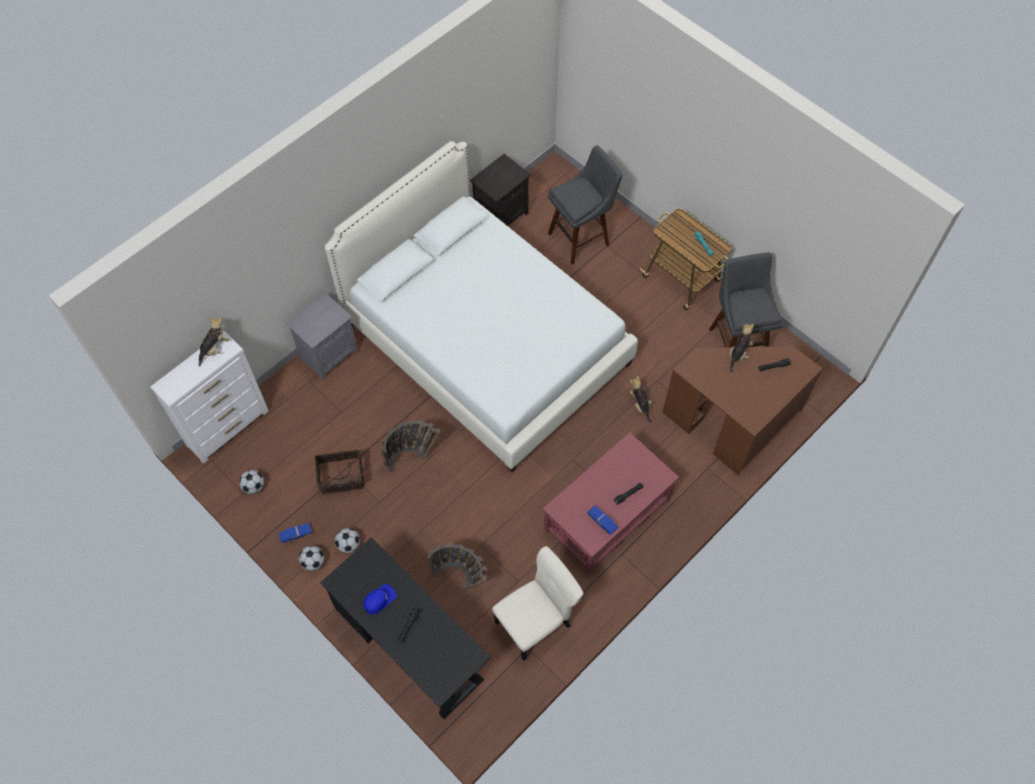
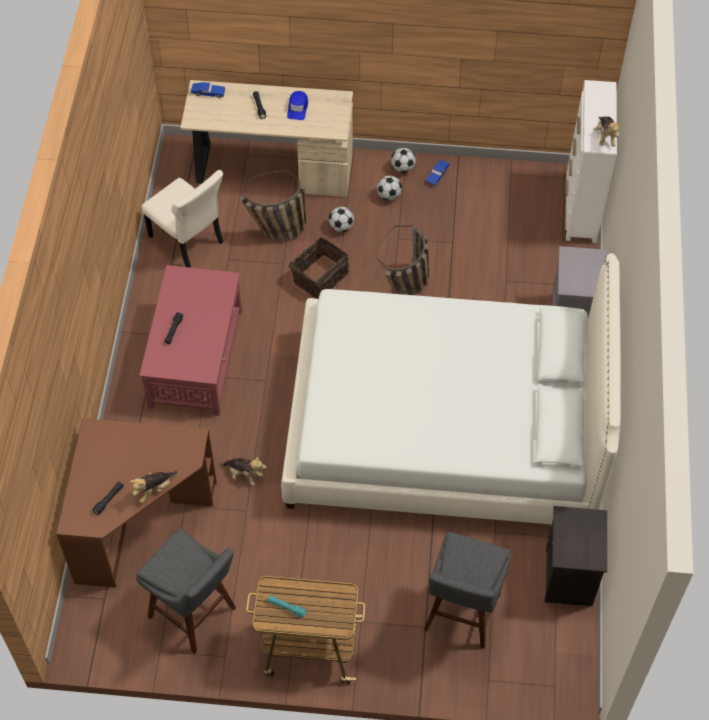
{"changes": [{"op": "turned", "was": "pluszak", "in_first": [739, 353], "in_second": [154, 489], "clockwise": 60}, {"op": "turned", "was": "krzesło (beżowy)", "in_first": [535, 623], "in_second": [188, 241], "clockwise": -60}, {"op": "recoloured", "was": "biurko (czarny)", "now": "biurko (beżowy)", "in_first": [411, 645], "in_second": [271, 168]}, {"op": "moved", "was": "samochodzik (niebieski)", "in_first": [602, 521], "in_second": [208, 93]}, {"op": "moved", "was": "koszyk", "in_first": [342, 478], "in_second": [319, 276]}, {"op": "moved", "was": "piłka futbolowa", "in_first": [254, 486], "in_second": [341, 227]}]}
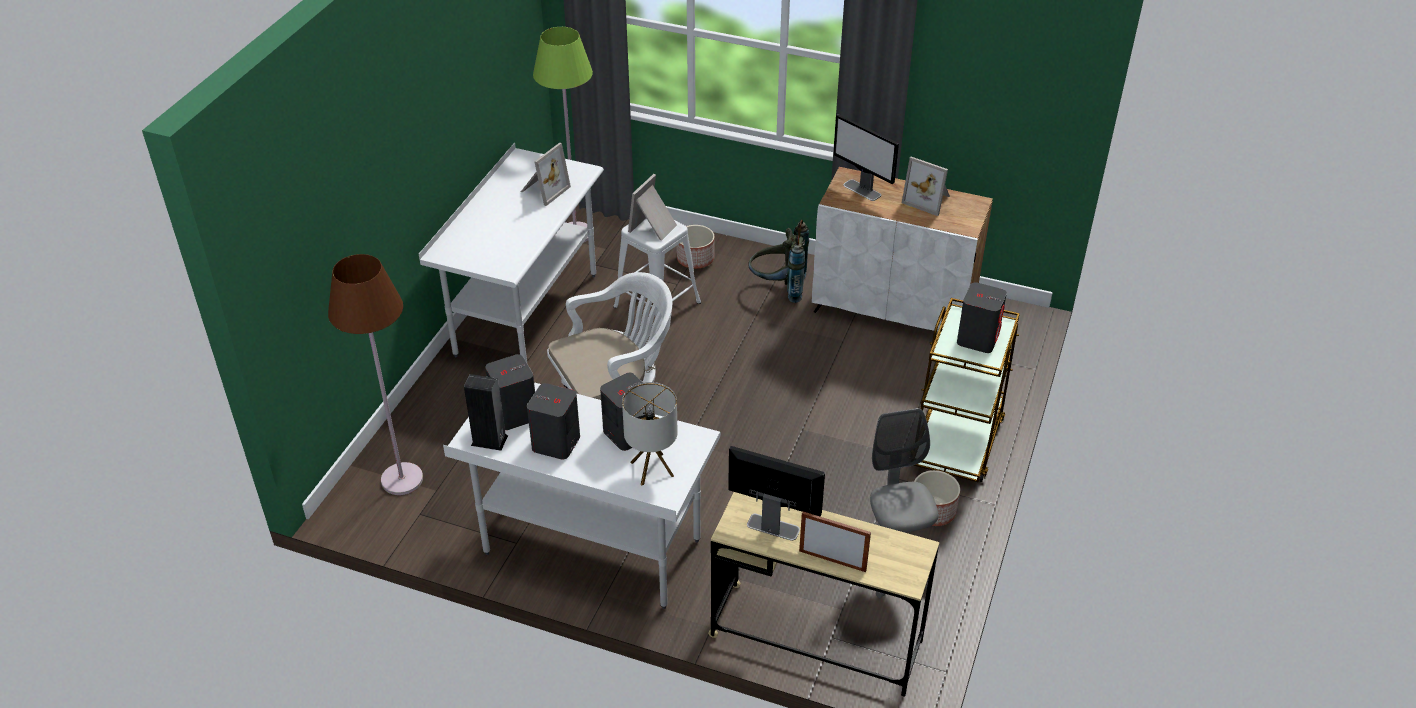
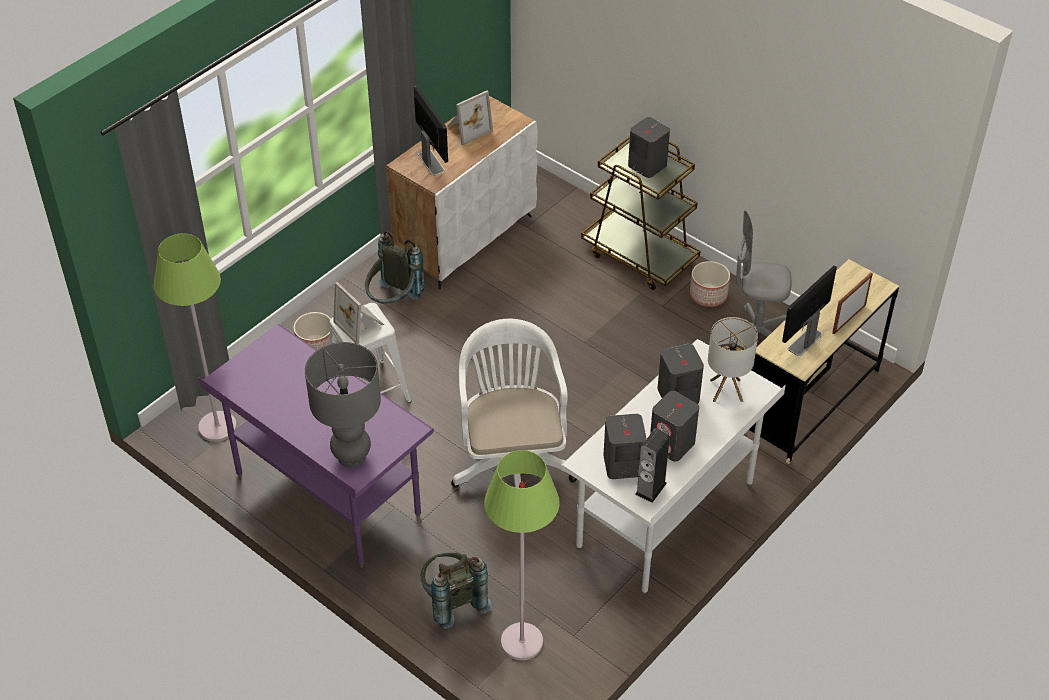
{"changes": [{"op": "recoloured", "was": "biurko (biały)", "now": "biurko (fioletowy)", "in_first": [526, 315], "in_second": [327, 495]}, {"op": "added", "now": "lampa stołowa (szary)", "in_second": [351, 457]}, {"op": "turned", "was": "monitor", "in_first": [862, 190], "in_second": [431, 162], "clockwise": -90}, {"op": "added", "now": "plecak (szary)", "in_second": [452, 601]}, {"op": "recoloured", "was": "lampa stojąca (brązowy)", "now": "lampa stojąca (zielony)", "in_first": [402, 479], "in_second": [521, 641]}, {"op": "removed", "was": "ramka na zdjęcie", "in_first": [543, 190]}]}
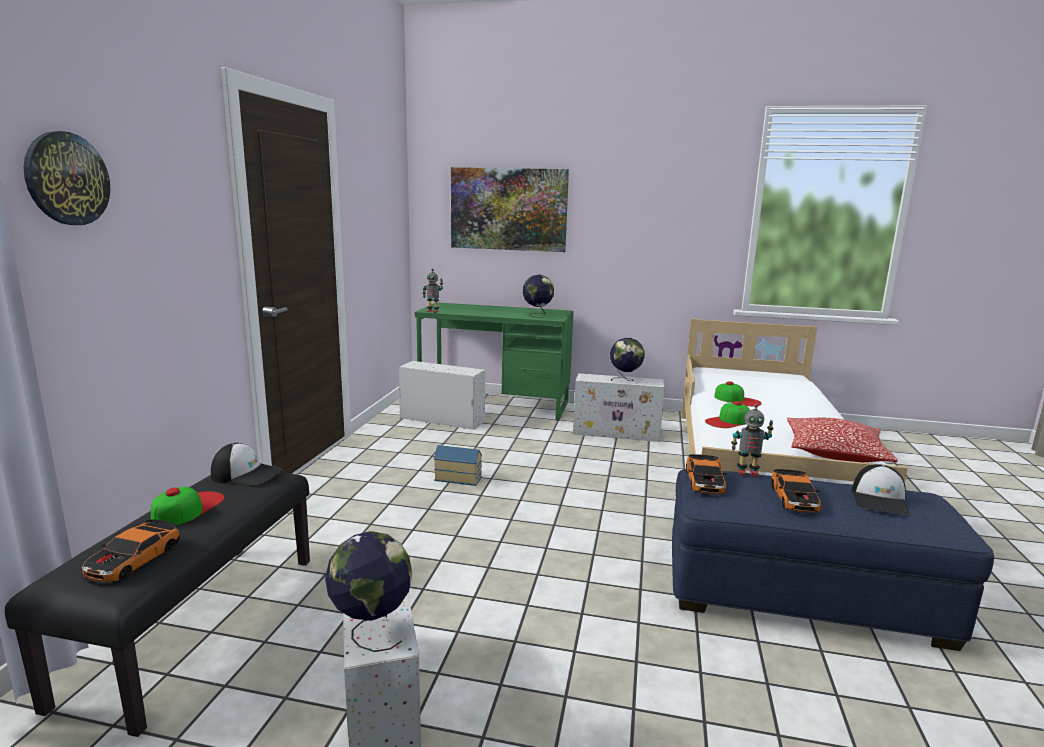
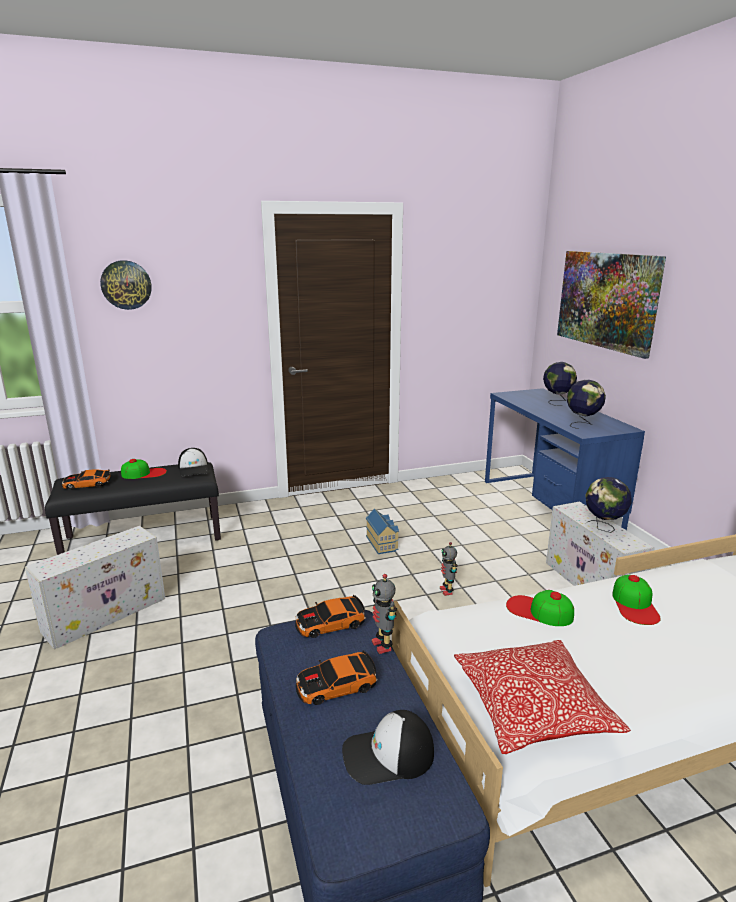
{"changes": [{"op": "moved", "was": "robot zabawkowy", "in_first": [432, 311], "in_second": [447, 591]}, {"op": "recoloured", "was": "biurko (zielony)", "now": "biurko (niebieski)", "in_first": [495, 404], "in_second": [548, 506]}, {"op": "moved", "was": "globus", "in_first": [372, 630], "in_second": [557, 402]}, {"op": "removed", "was": "pojemnik do przechowywania (biały)", "in_first": [441, 419]}]}
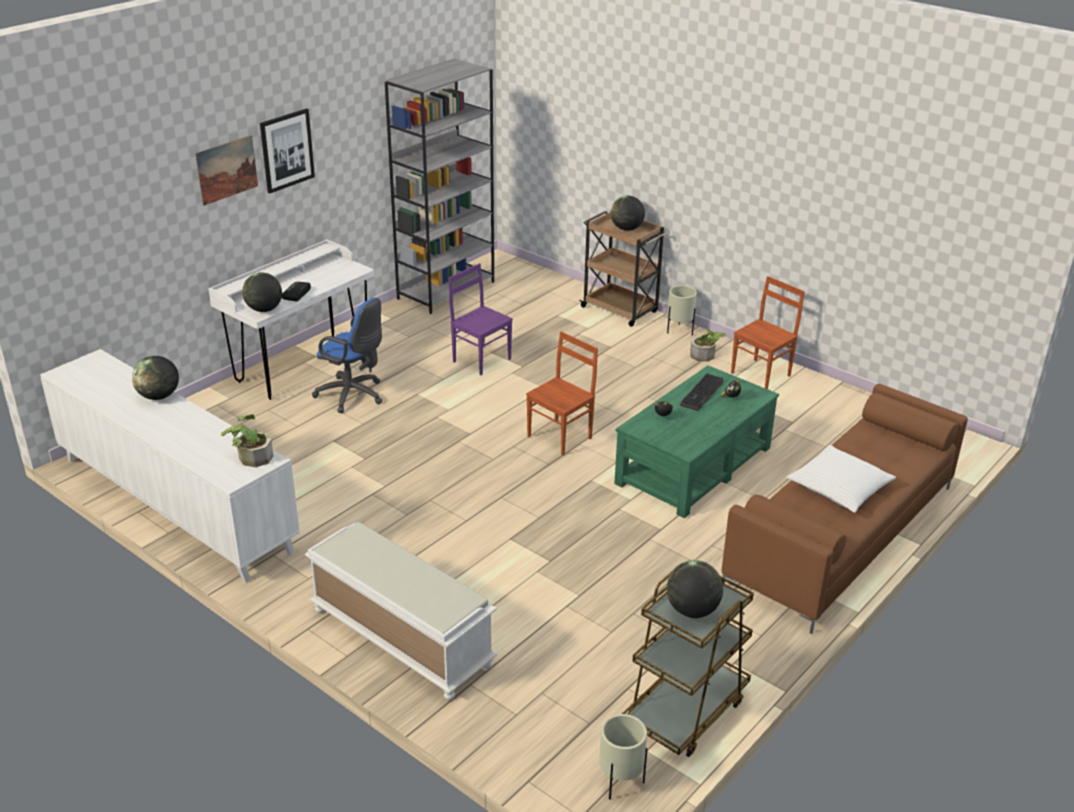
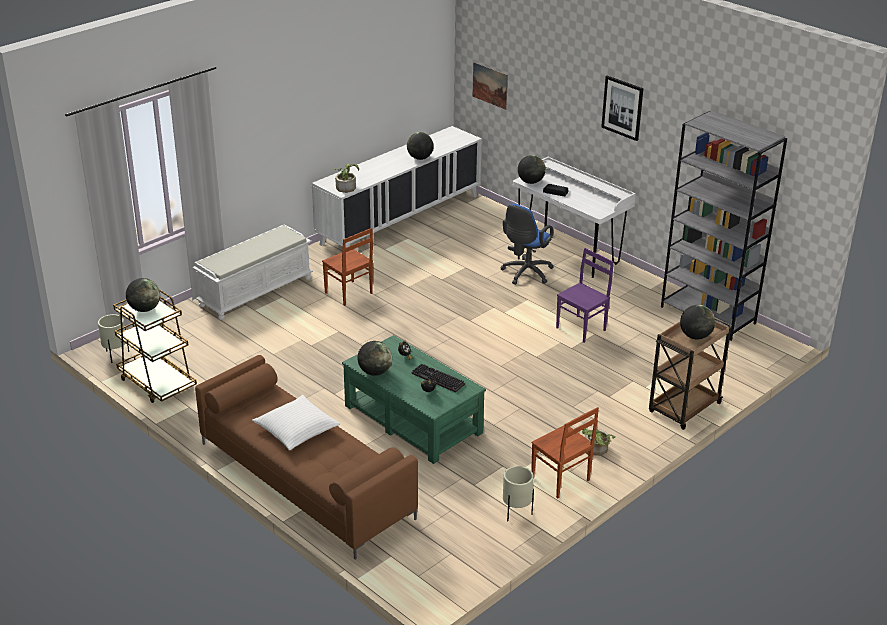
{"changes": [{"op": "moved", "was": "krzesło (brązowy)", "in_first": [561, 437], "in_second": [348, 294]}, {"op": "added", "now": "globus", "in_second": [375, 372]}, {"op": "moved", "was": "obraz", "in_first": [226, 169], "in_second": [490, 85]}, {"op": "moved", "was": "donica (beżowy)", "in_first": [679, 331], "in_second": [516, 513]}]}
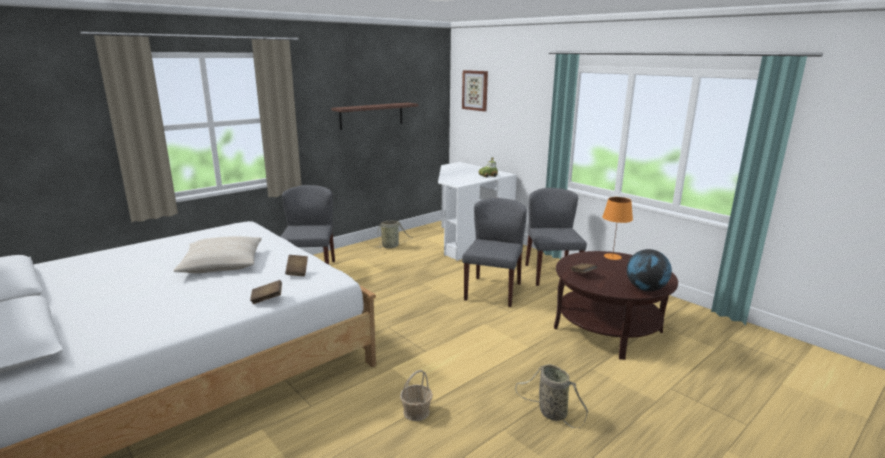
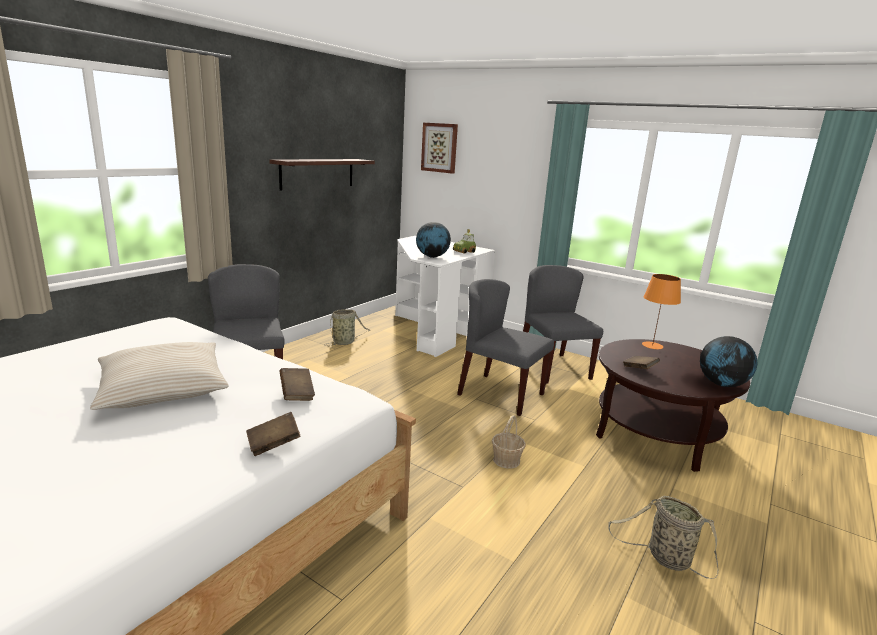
{"changes": [{"op": "added", "now": "globus", "in_second": [432, 256]}, {"op": "turned", "was": "krzesło (szary)", "in_first": [493, 291], "in_second": [500, 394], "clockwise": -60}, {"op": "moved", "was": "koszyk", "in_first": [416, 412], "in_second": [506, 460]}]}
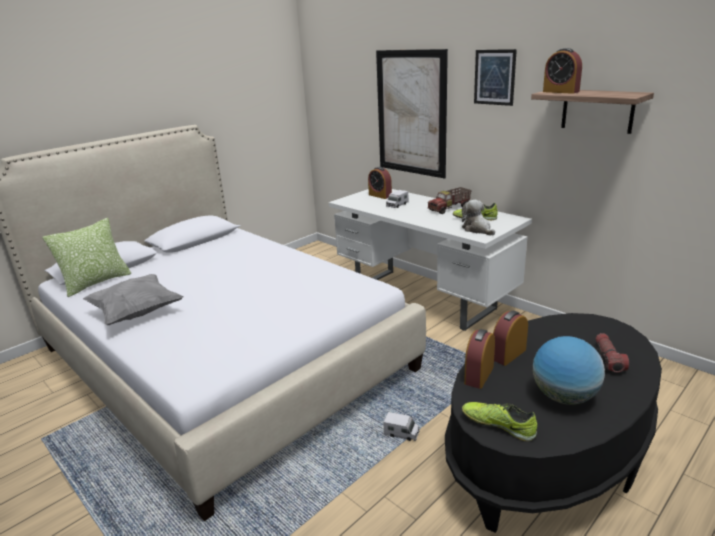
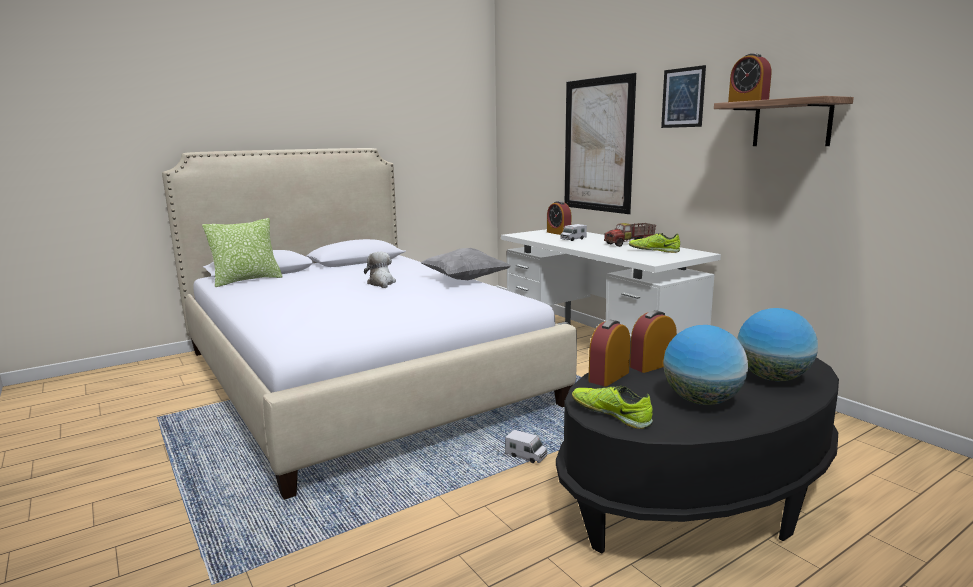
{"changes": [{"op": "moved", "was": "pluszak", "in_first": [477, 229], "in_second": [381, 283]}, {"op": "moved", "was": "poduszka (szary)", "in_first": [136, 313], "in_second": [465, 280]}, {"op": "replaced", "was": "latarka", "now": "globus", "in_first": [608, 359], "in_second": [772, 378]}]}
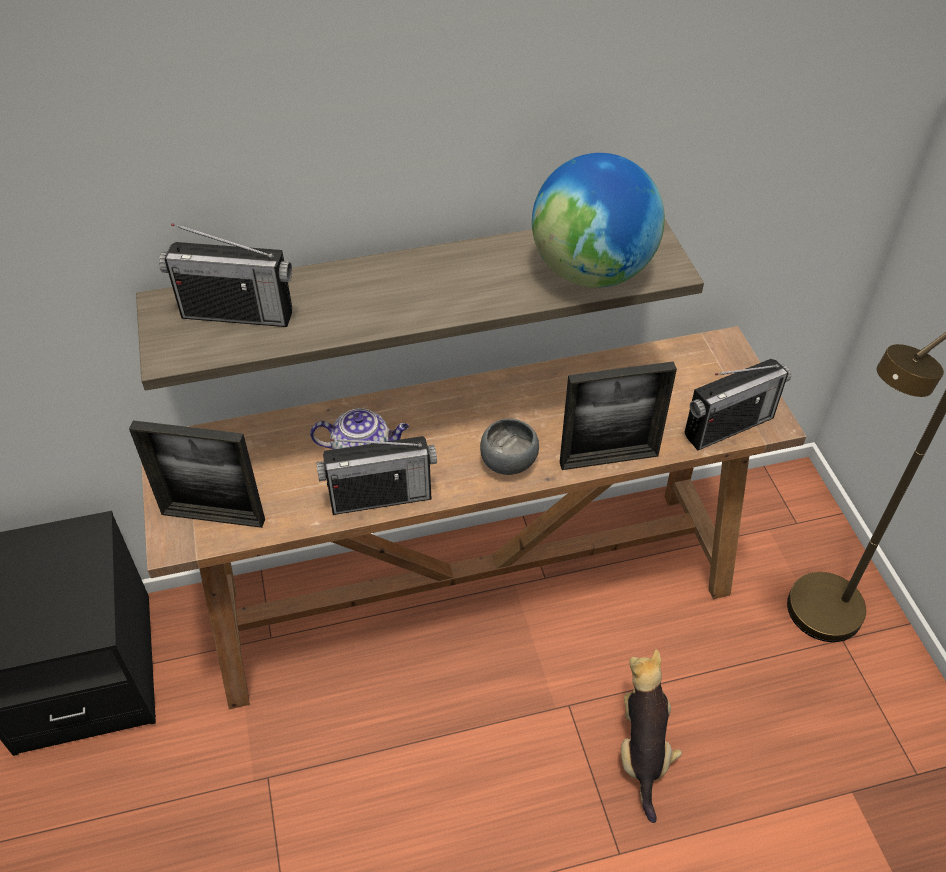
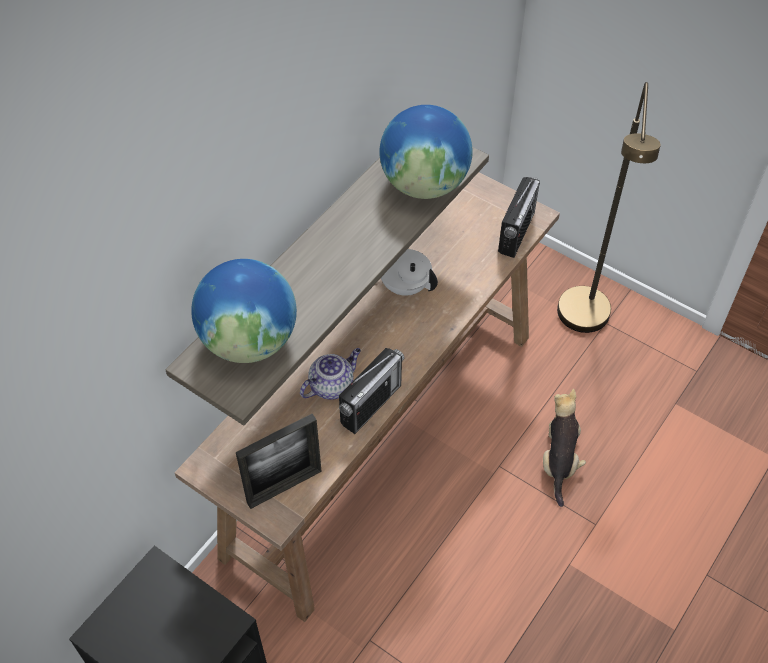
{"changes": [{"op": "replaced", "was": "radio", "now": "globus", "in_first": [237, 313], "in_second": [249, 340]}, {"op": "added", "now": "imbryk (biały)", "in_second": [404, 285]}, {"op": "turned", "was": "pluszak", "in_first": [643, 750], "in_second": [559, 460], "clockwise": 45}, {"op": "removed", "was": "miska (szary)", "in_first": [510, 461]}, {"op": "removed", "was": "ramka na zdjęcie", "in_first": [609, 459]}]}
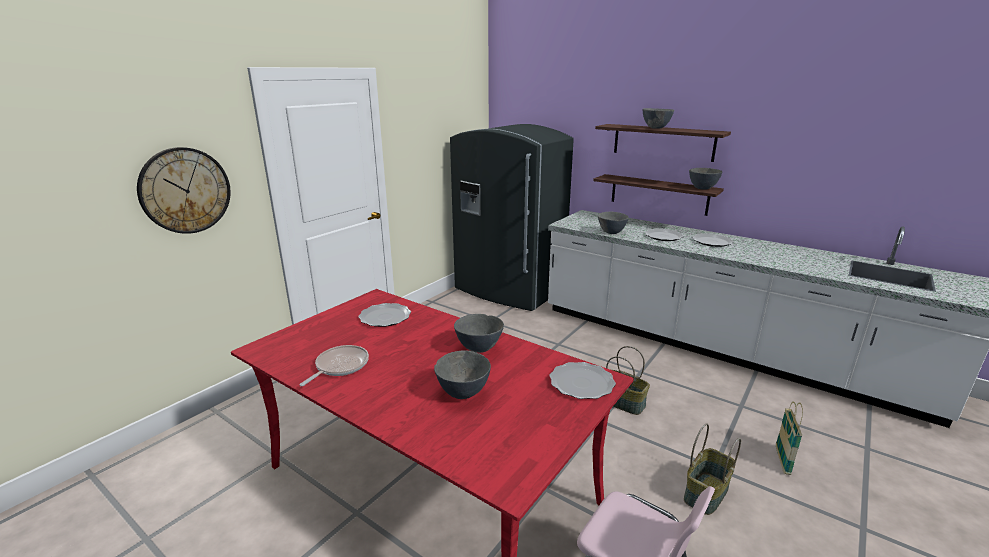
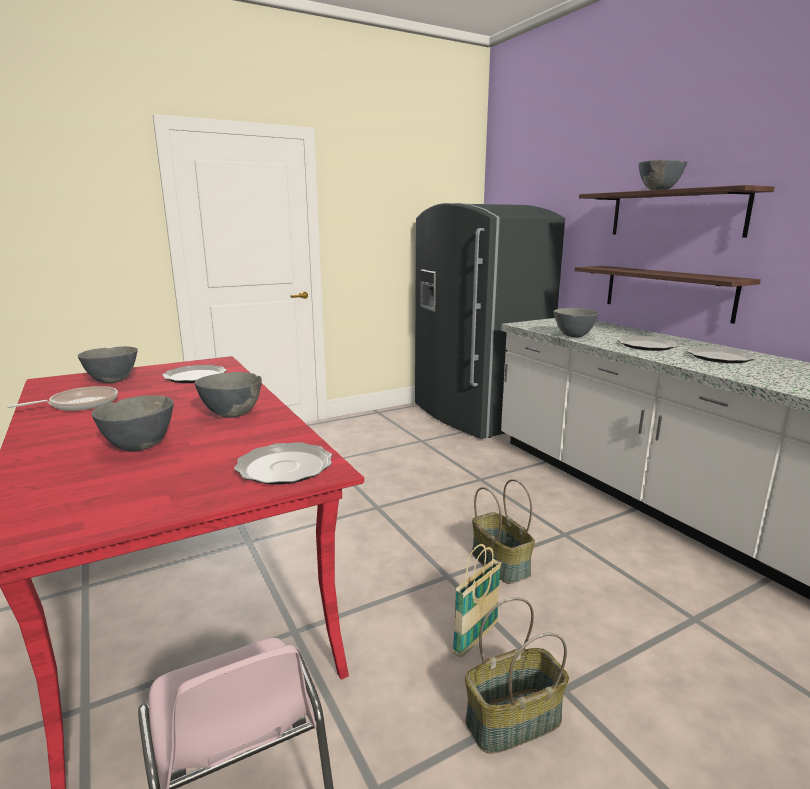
{"changes": [{"op": "moved", "was": "miska (szary)", "in_first": [702, 188], "in_second": [112, 381]}, {"op": "moved", "was": "koszyk", "in_first": [782, 460], "in_second": [476, 638]}, {"op": "removed", "was": "zegar ścienny", "in_first": [185, 190]}]}
